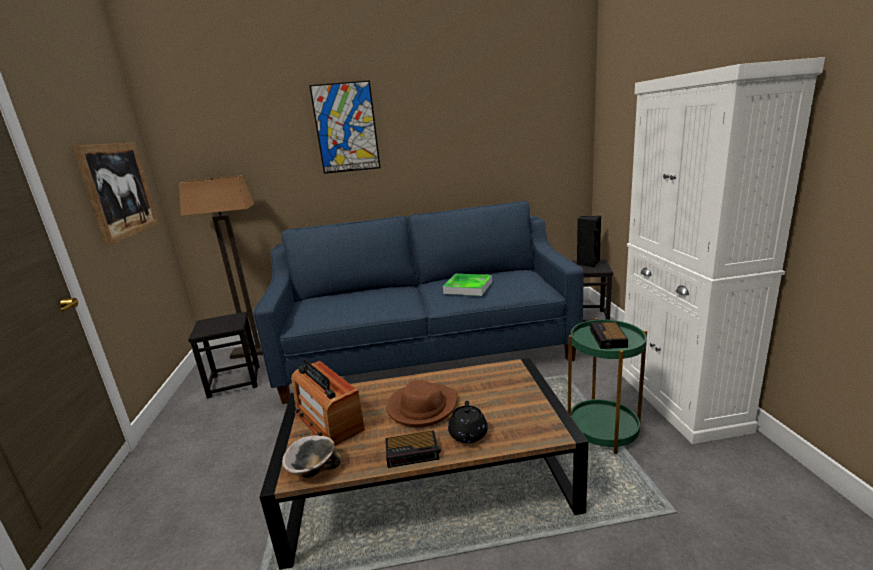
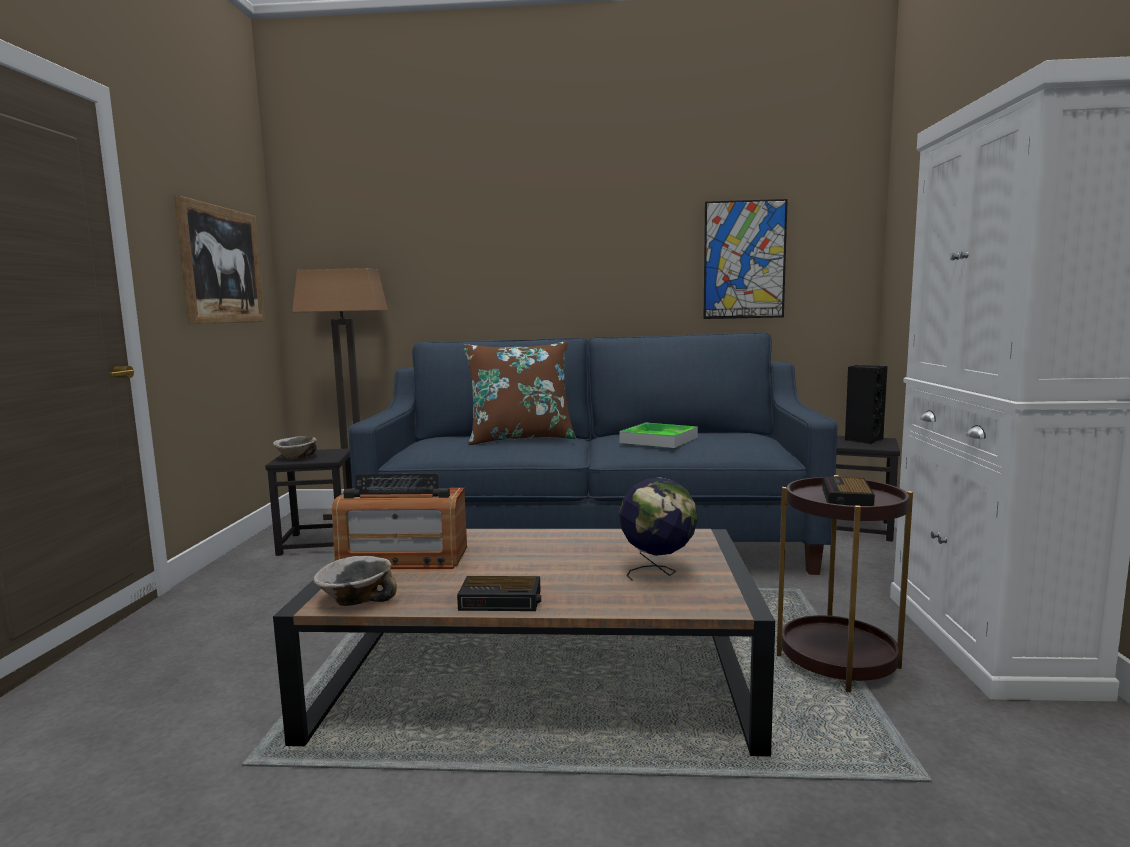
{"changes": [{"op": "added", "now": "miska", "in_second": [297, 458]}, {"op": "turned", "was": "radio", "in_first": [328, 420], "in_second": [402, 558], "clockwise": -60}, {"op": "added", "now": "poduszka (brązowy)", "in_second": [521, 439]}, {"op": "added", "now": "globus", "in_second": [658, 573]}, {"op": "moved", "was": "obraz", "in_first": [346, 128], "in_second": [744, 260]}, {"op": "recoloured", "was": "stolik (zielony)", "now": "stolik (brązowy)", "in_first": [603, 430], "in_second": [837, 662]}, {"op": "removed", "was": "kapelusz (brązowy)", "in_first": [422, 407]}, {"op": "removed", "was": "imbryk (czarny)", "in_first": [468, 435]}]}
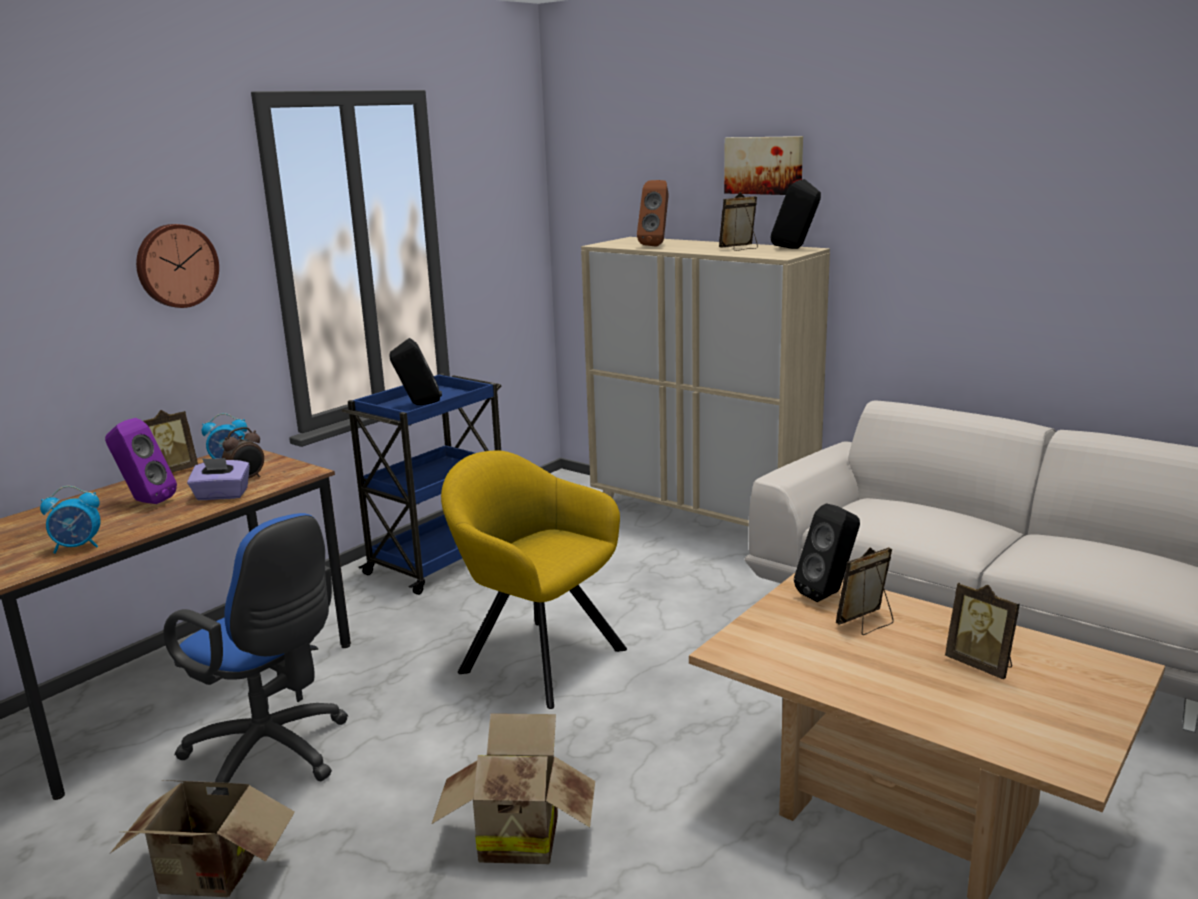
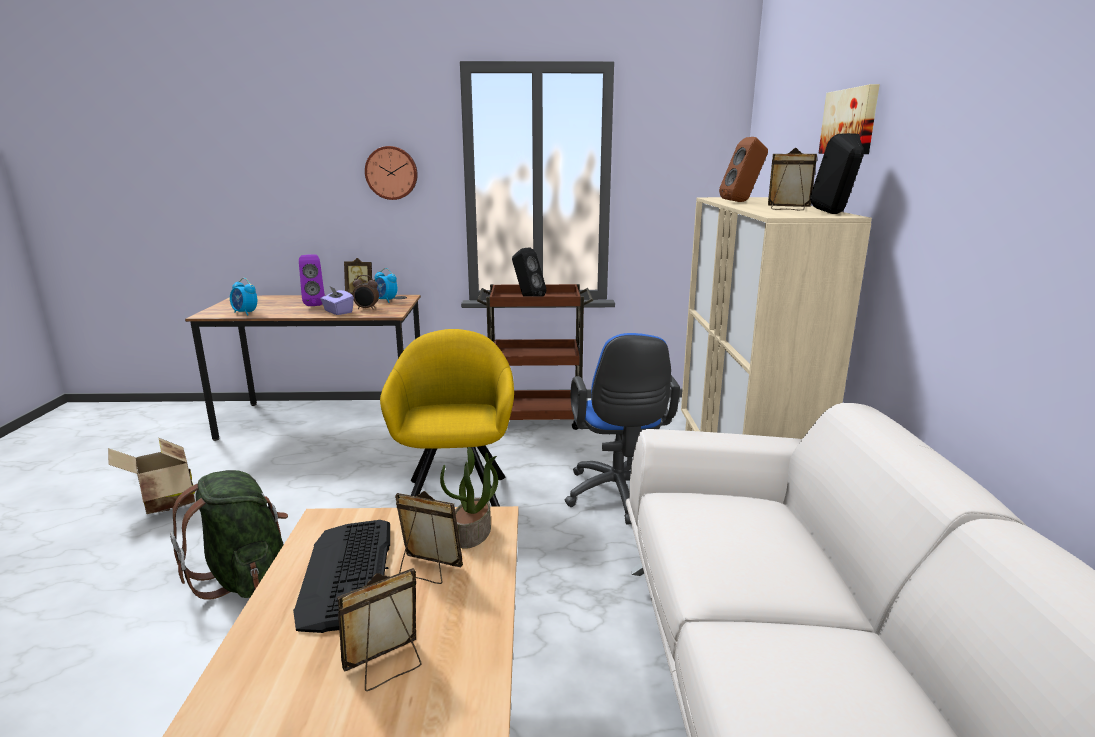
{"changes": [{"op": "replaced", "was": "karton", "now": "plecak (zielony)", "in_first": [517, 835], "in_second": [244, 577]}, {"op": "added", "now": "klawiatura", "in_second": [347, 574]}, {"op": "turned", "was": "ramka na zdjęcie", "in_first": [981, 665], "in_second": [386, 667], "clockwise": 45}, {"op": "replaced", "was": "głośnik (czarny)", "now": "roślina doniczkowa", "in_first": [828, 594], "in_second": [473, 534]}, {"op": "recoloured", "was": "wózek (niebieski)", "now": "wózek (brązowy)", "in_first": [439, 560], "in_second": [536, 418]}, {"op": "moved", "was": "krzesło biurowe (niebieski)", "in_first": [274, 755], "in_second": [618, 497]}]}
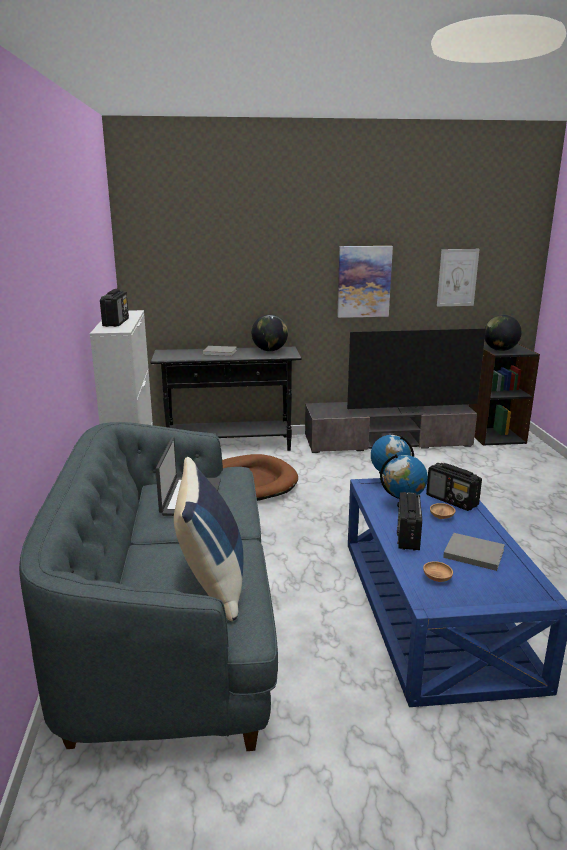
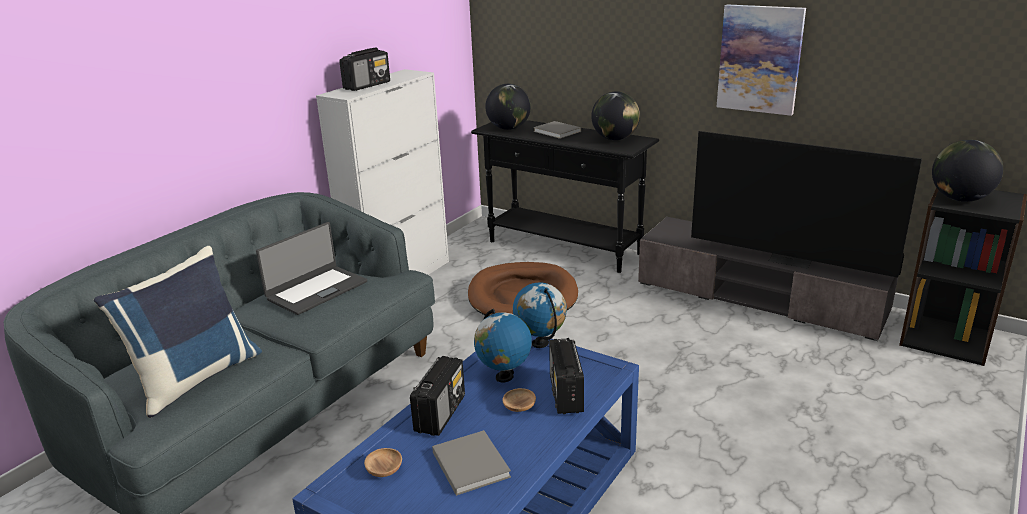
{"changes": [{"op": "turned", "was": "radio", "in_first": [408, 536], "in_second": [440, 413], "clockwise": 150}, {"op": "added", "now": "globus", "in_second": [508, 128]}, {"op": "removed", "was": "obraz", "in_first": [457, 277]}]}
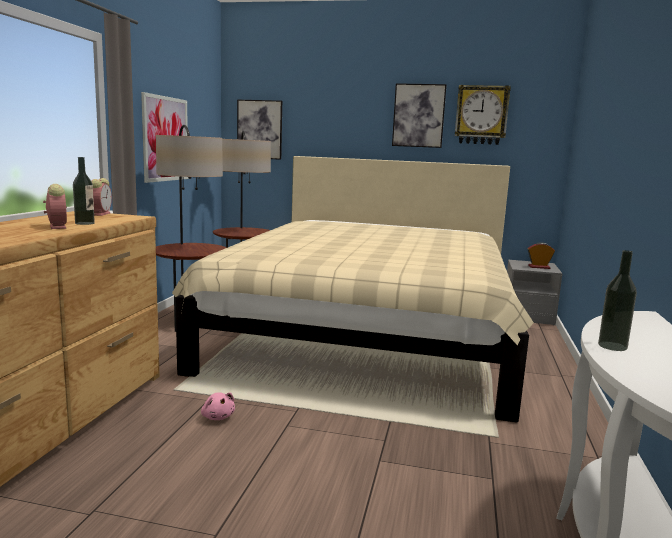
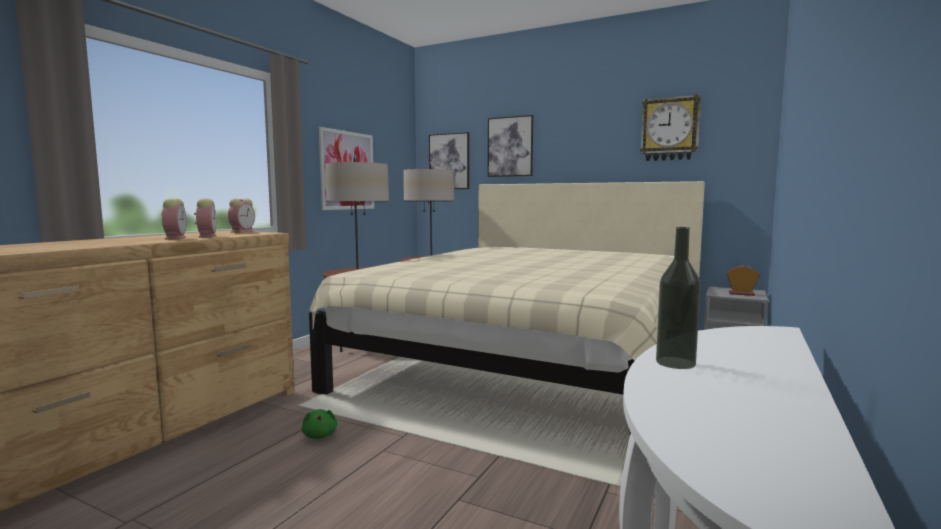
{"changes": [{"op": "replaced", "was": "butelka", "now": "budzik", "in_first": [84, 223], "in_second": [207, 236]}, {"op": "recoloured", "was": "pluszak (różowy)", "now": "pluszak (zielony)", "in_first": [218, 416], "in_second": [320, 435]}, {"op": "moved", "was": "obraz", "in_first": [418, 115], "in_second": [510, 146]}]}
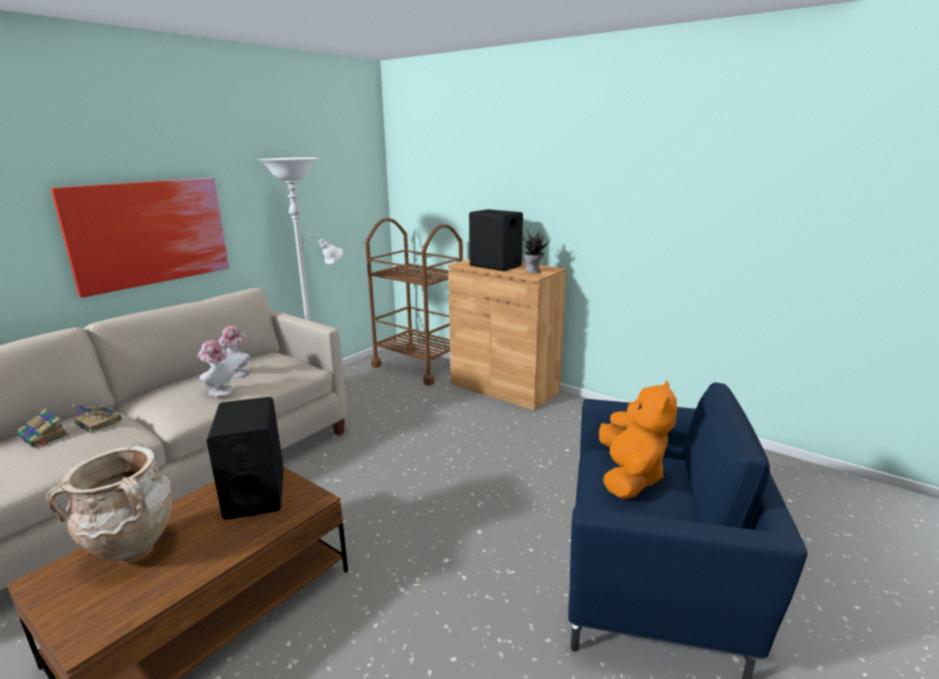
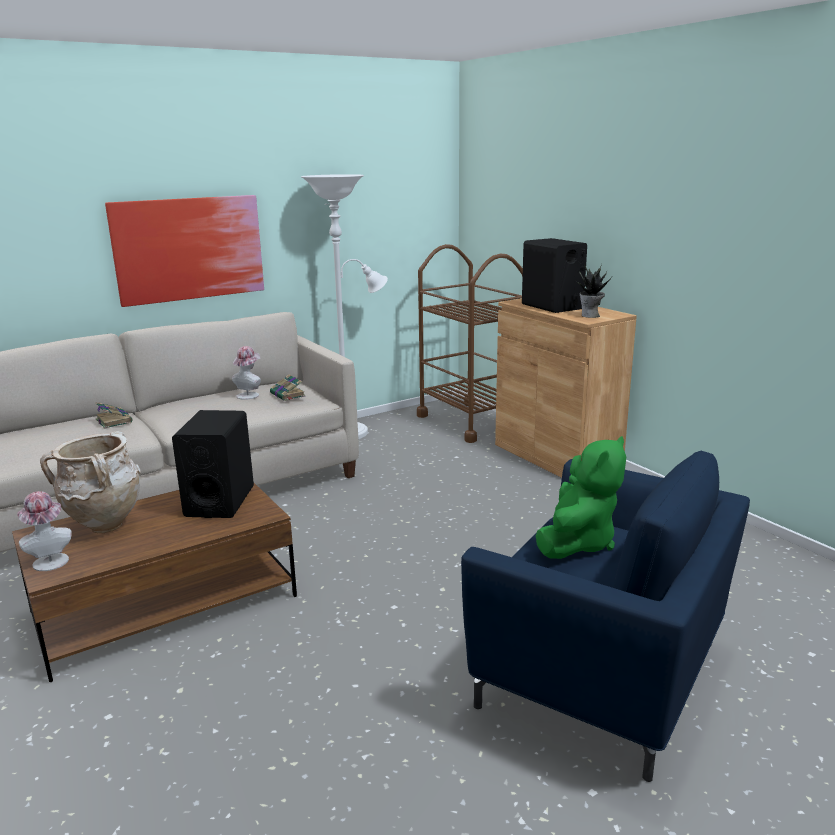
{"changes": [{"op": "moved", "was": "kapelusz", "in_first": [219, 390], "in_second": [50, 560]}, {"op": "moved", "was": "książka", "in_first": [44, 436], "in_second": [288, 395]}, {"op": "recoloured", "was": "pluszak (pomarańczowy)", "now": "pluszak (zielony)", "in_first": [630, 477], "in_second": [577, 542]}]}
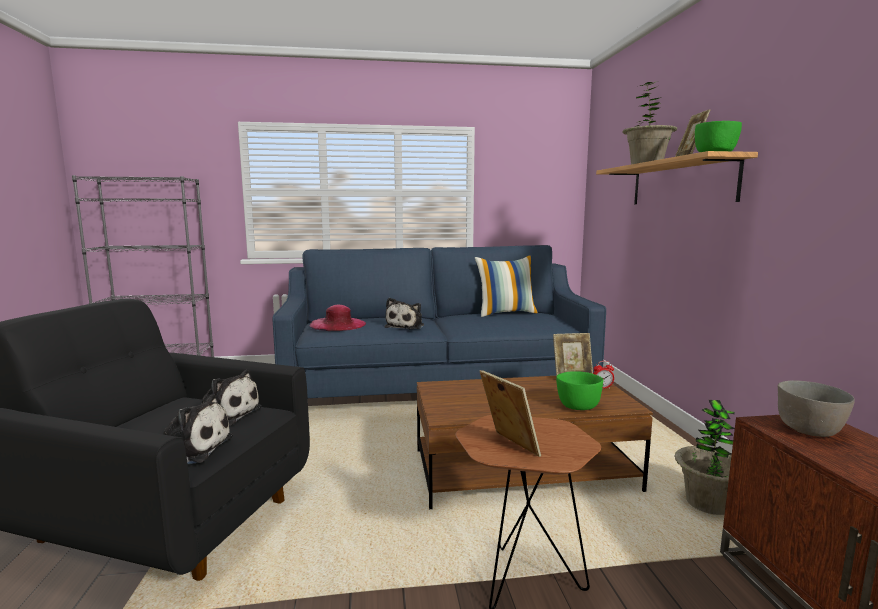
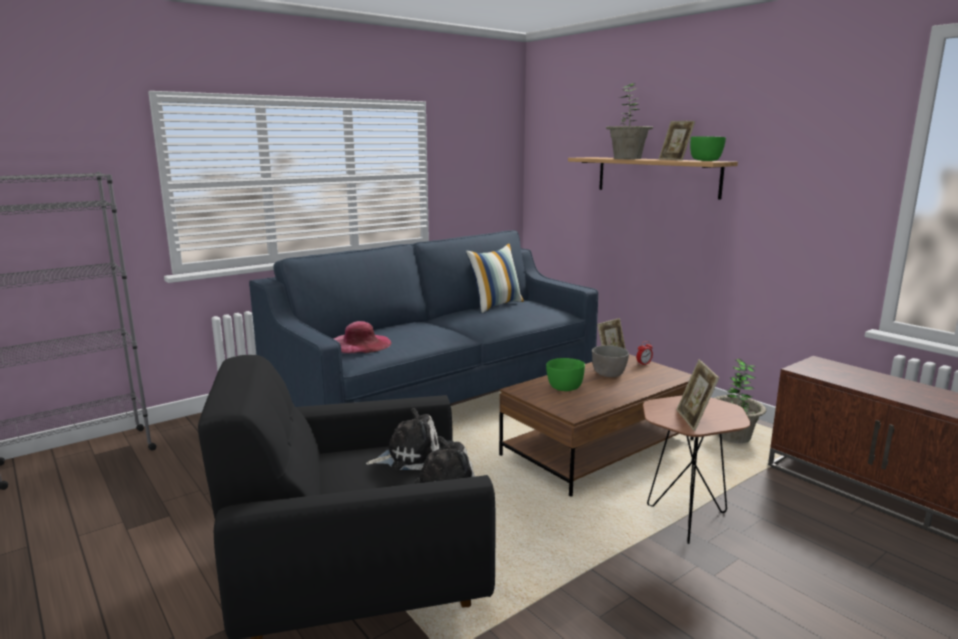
{"changes": [{"op": "moved", "was": "miska (zielony)", "in_first": [577, 406], "in_second": [564, 388]}, {"op": "moved", "was": "miska (szary)", "in_first": [809, 430], "in_second": [609, 374]}, {"op": "turned", "was": "ramka na zdjęcie", "in_first": [508, 446], "in_second": [694, 420], "clockwise": -120}, {"op": "removed", "was": "pluszak", "in_first": [406, 326]}]}
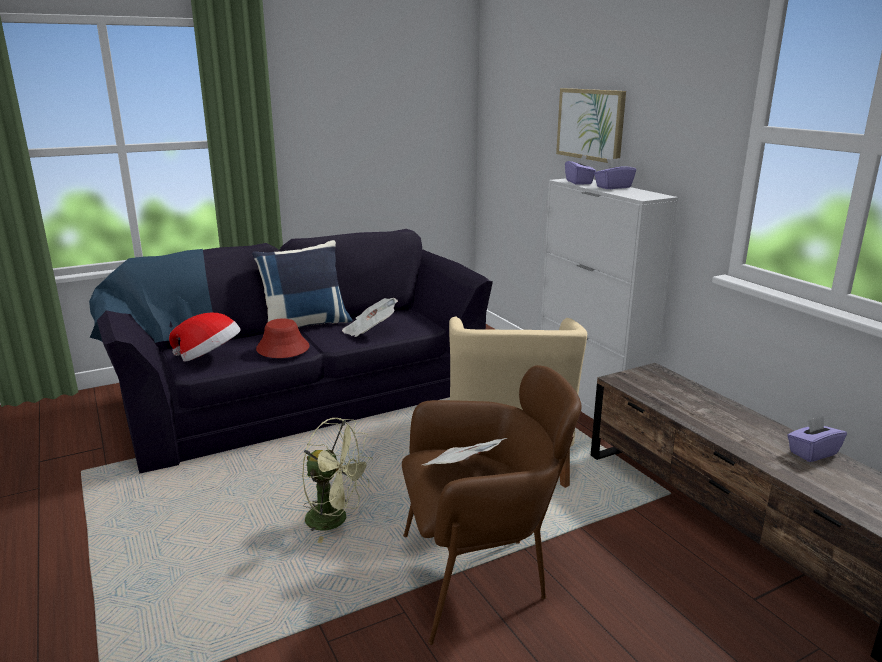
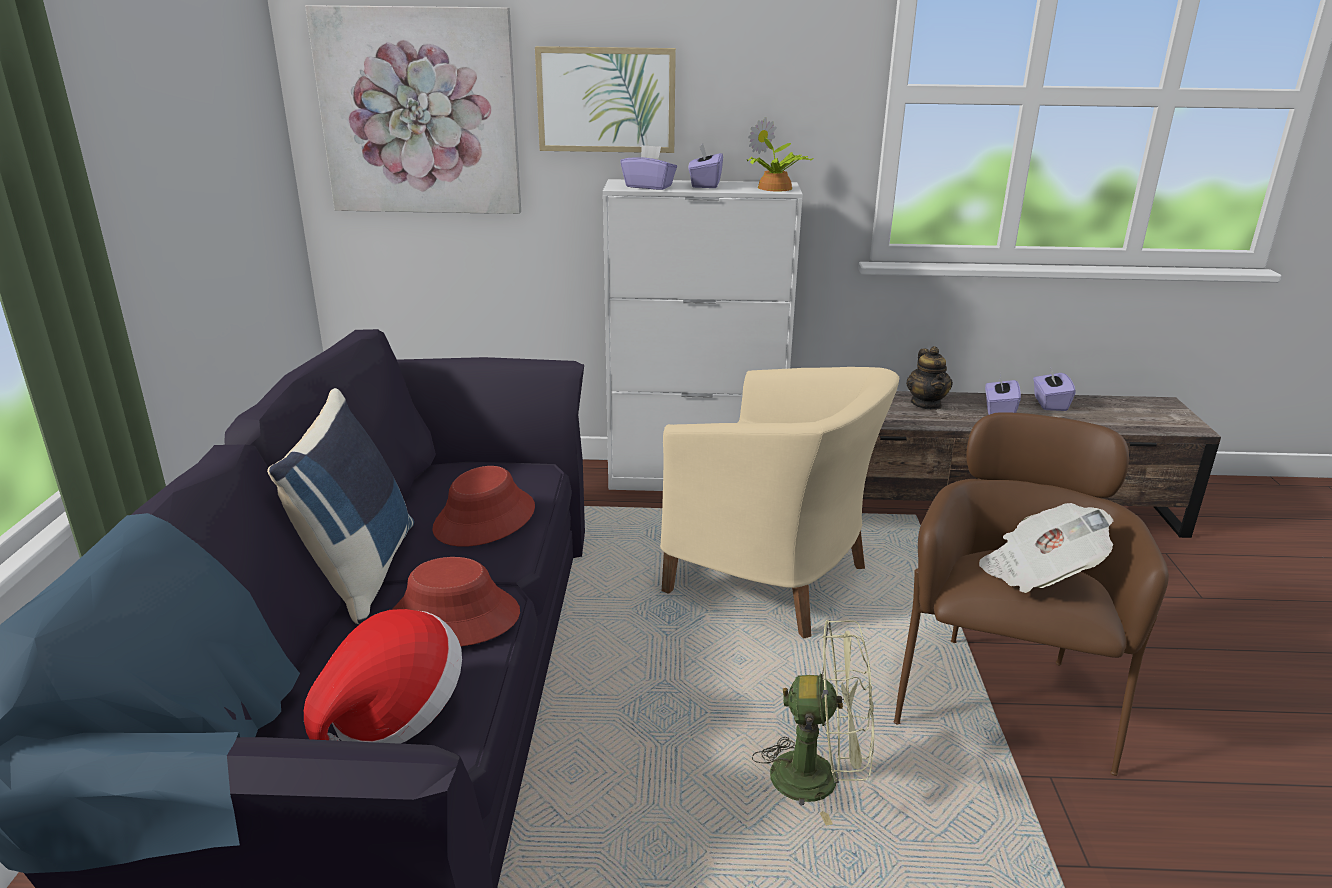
{"changes": [{"op": "added", "now": "obraz", "in_second": [419, 112]}, {"op": "replaced", "was": "gazeta", "now": "kapelusz (czerwony)", "in_first": [369, 331], "in_second": [485, 519]}, {"op": "added", "now": "roślina doniczkowa", "in_second": [775, 188]}, {"op": "turned", "was": "wentylator (zielony)", "in_first": [335, 520], "in_second": [819, 777], "clockwise": 45}, {"op": "added", "now": "imbryk", "in_second": [926, 404]}, {"op": "added", "now": "pudełko chusteczek (fioletowy)", "in_second": [998, 411]}]}
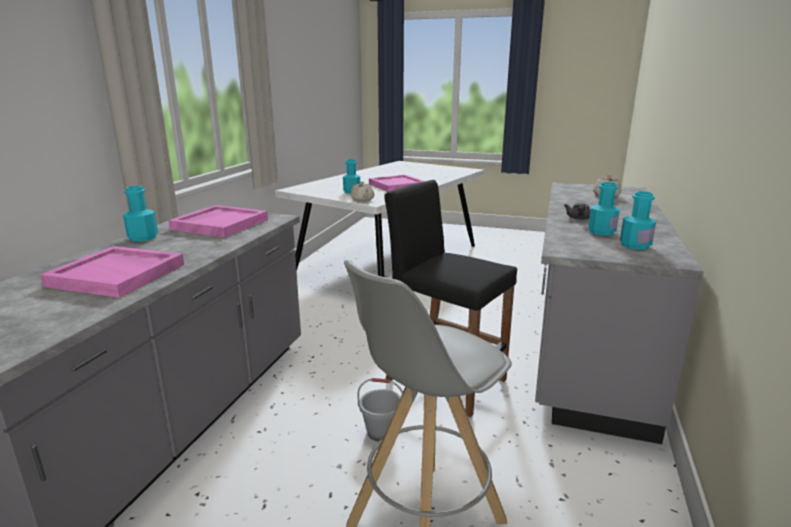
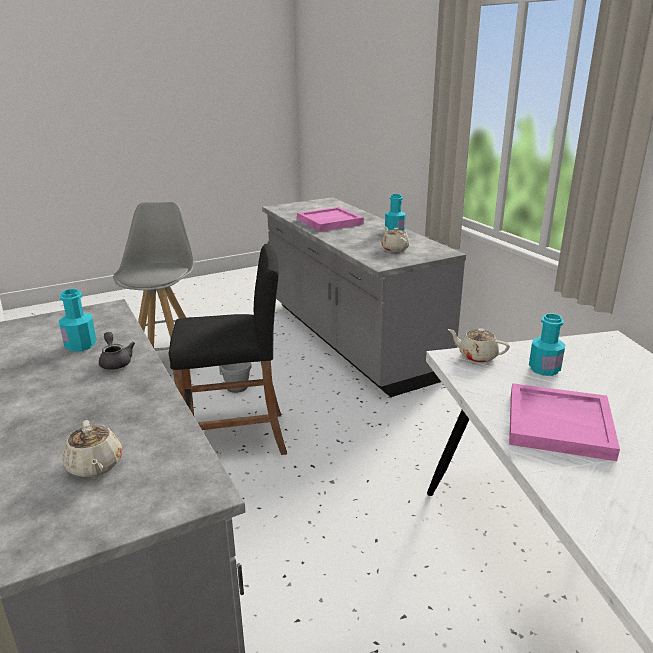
{"changes": [{"op": "replaced", "was": "taca (różowy)", "now": "imbryk (beżowy)", "in_first": [220, 224], "in_second": [394, 249]}, {"op": "removed", "was": "butelka (turkusowy)", "in_first": [635, 245]}]}
